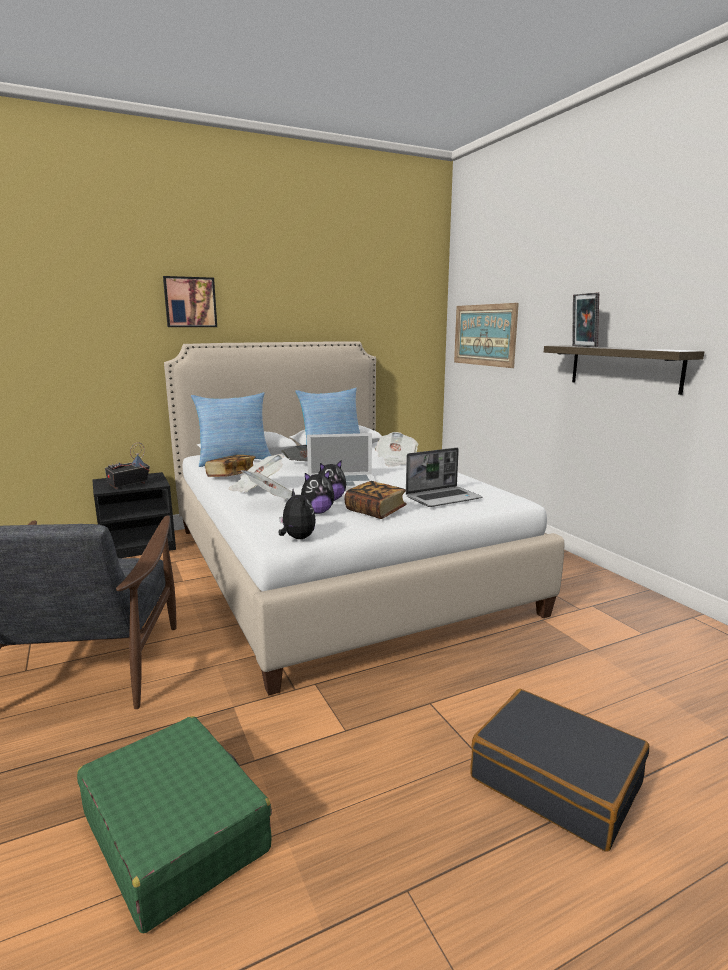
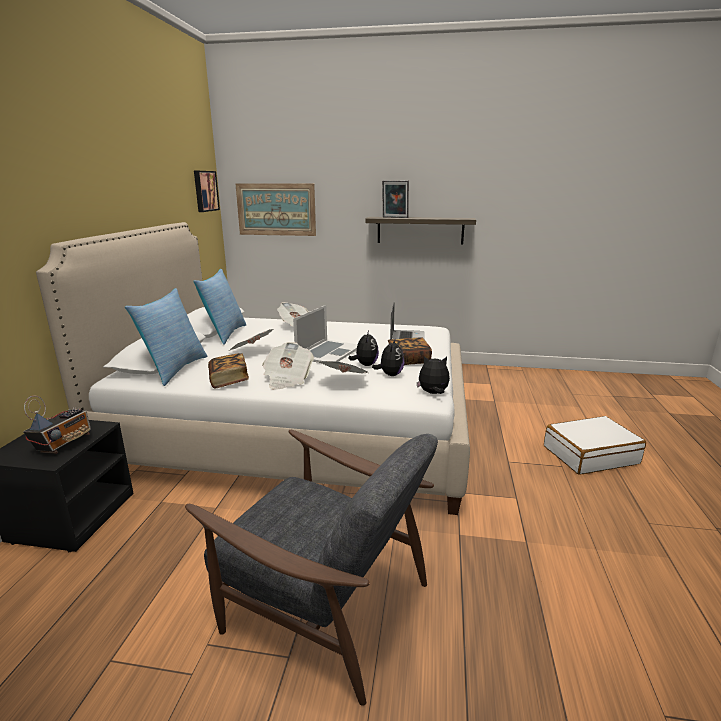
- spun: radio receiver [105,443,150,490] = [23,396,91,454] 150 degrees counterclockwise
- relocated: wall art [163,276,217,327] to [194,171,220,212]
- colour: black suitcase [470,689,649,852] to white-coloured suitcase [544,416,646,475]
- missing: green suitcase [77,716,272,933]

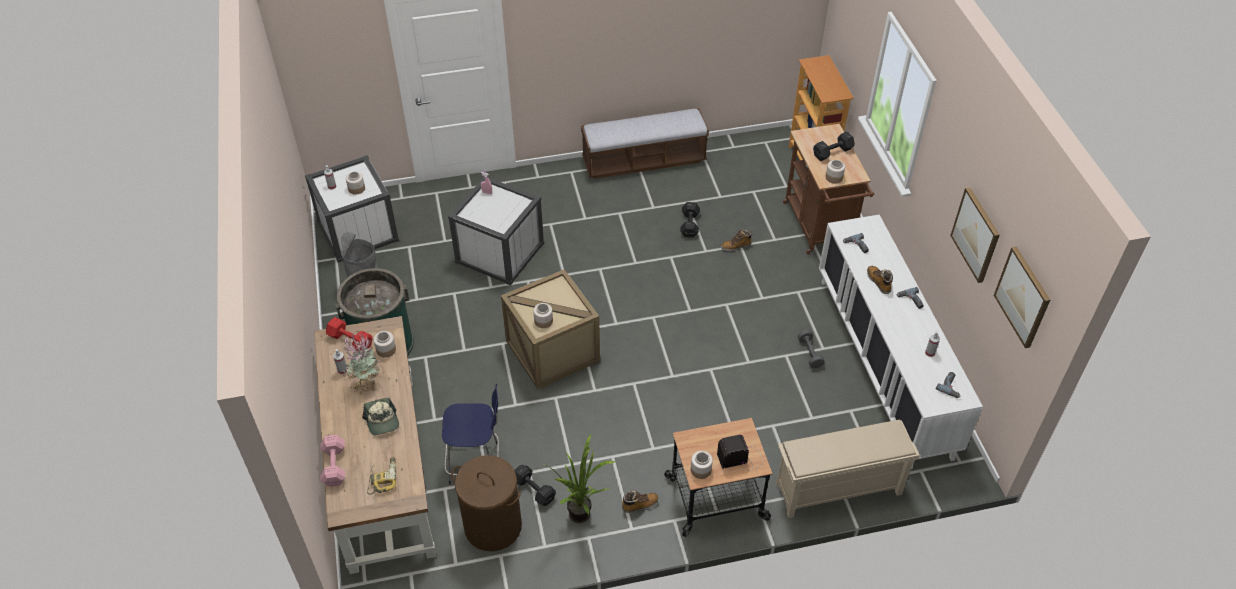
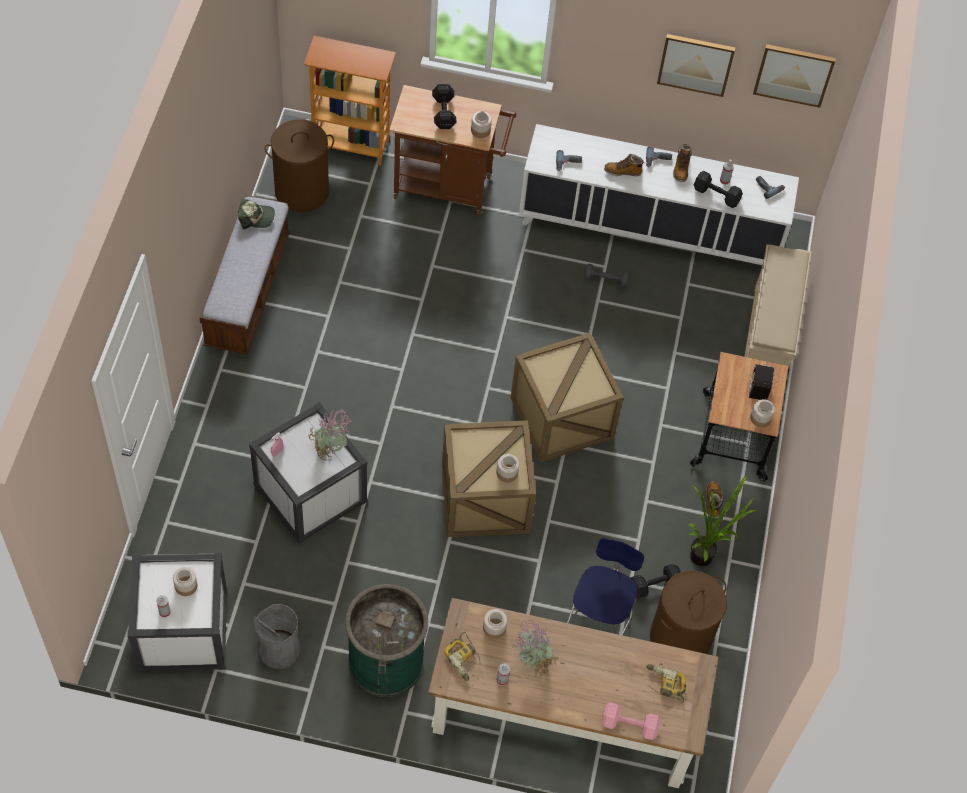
- relocated: baseball cap [362,398,399,435] to [238,199,275,229]
- appeared: brown-coloured laundry basket [265,119,334,212]
- appeared: potted plant [308,409,352,461]
- exchanged: red-coloured hand weight [326,317,372,350] to drill [444,632,481,681]
- appeared: shipping crate [511,332,624,462]
- relocated: boot [721,230,752,251] to [673,144,692,182]
- relocated: black hand weight [680,202,700,238] to [694,171,743,208]

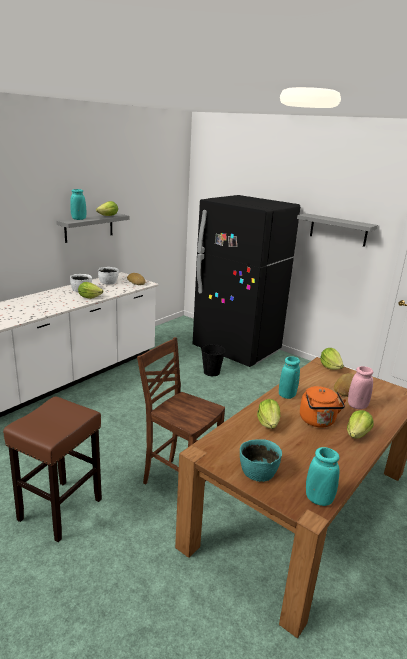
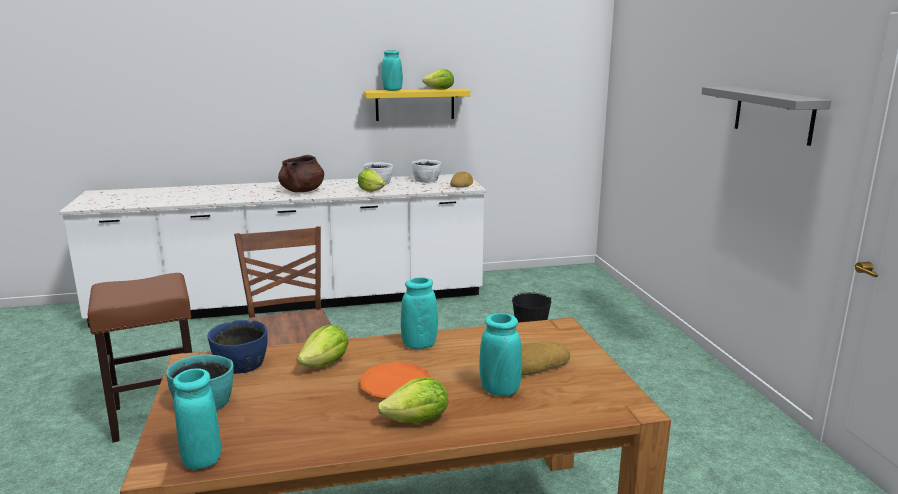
- appeared: blue deep dish [207,320,268,374]
- appeared: brown-coloured saucepot [278,155,324,192]
- exchanged: orangey kettle [300,386,346,428] to orangey dinner plate [359,362,430,399]
- colour: gray wall shelf [56,213,130,243] to yellow-coloured wall shelf [364,89,471,121]
- colour: pink vase [348,366,373,409] to blue-green vase [479,313,522,396]
- missing: black fridge [193,195,300,367]
- missing: lettuce [320,348,344,370]

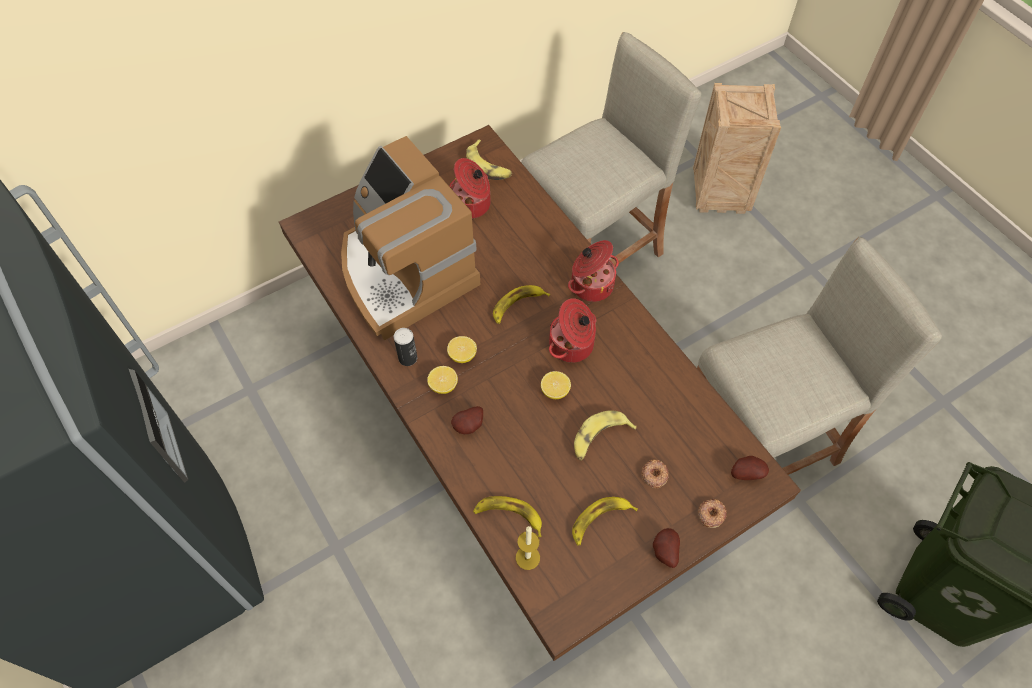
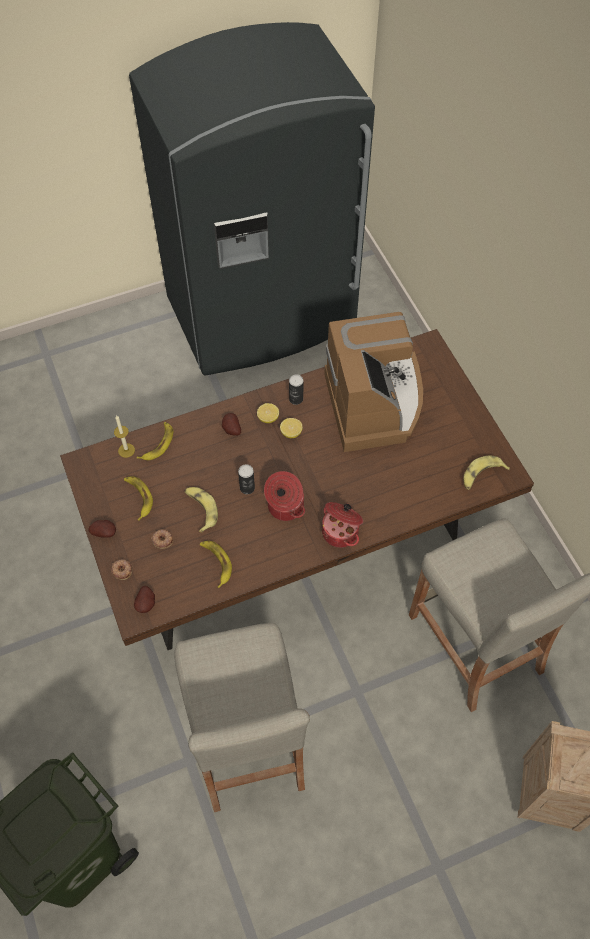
- relocated: whole banana [493,285,550,324] to [200,541,232,588]
- exchanged: whole lemon [541,371,571,399] to sealed can [238,464,255,494]
- spun: coffee brewer [341,136,481,341] = [324,312,423,452] 105 degrees clockwise
- missing: saucepot [449,158,491,219]

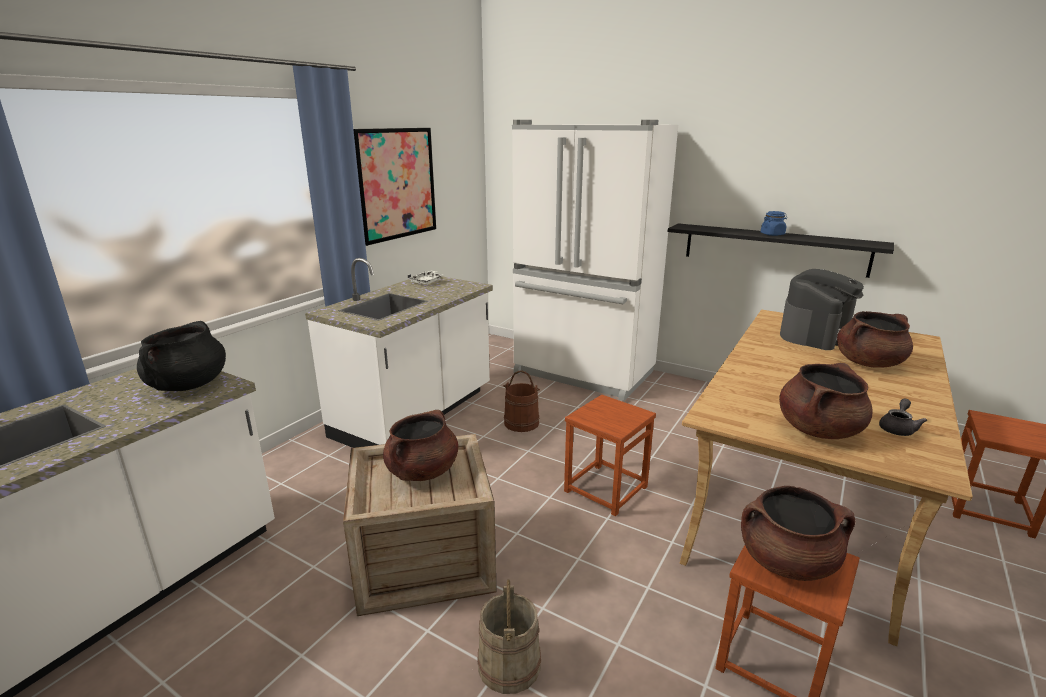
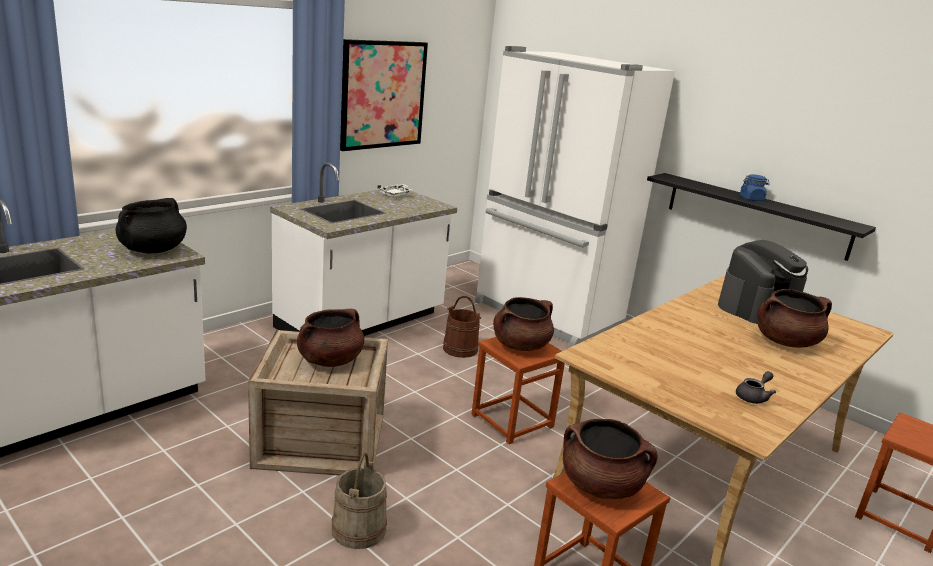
- relocated: brown-coloured saucepot [779,363,873,439] to [493,297,554,351]

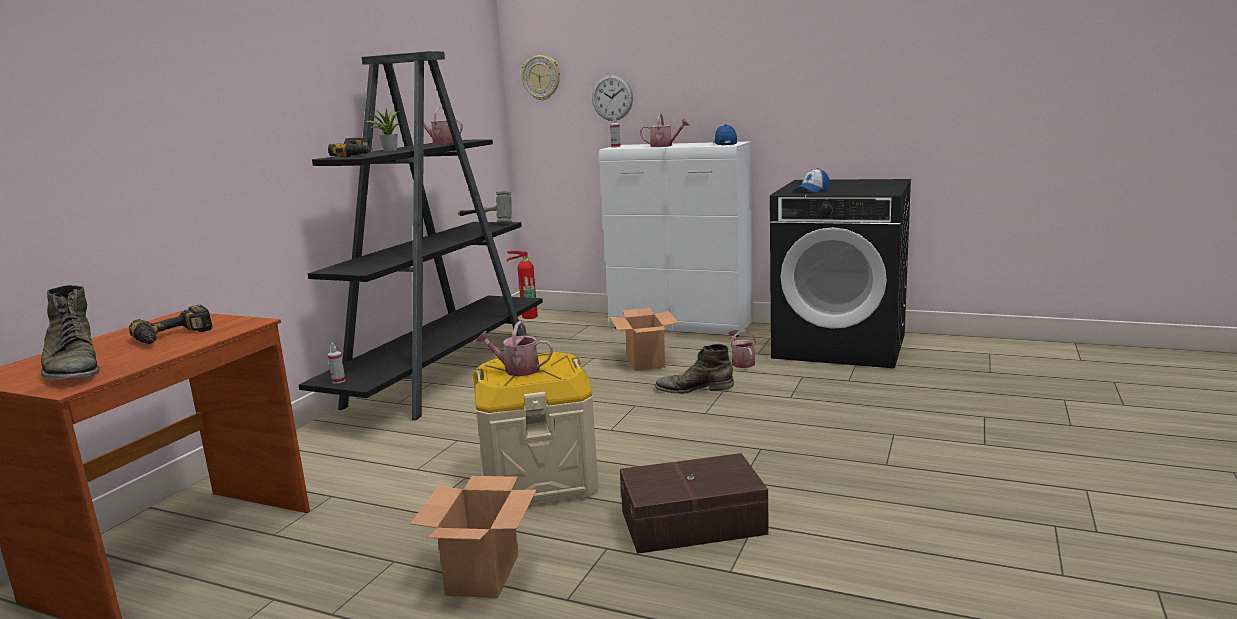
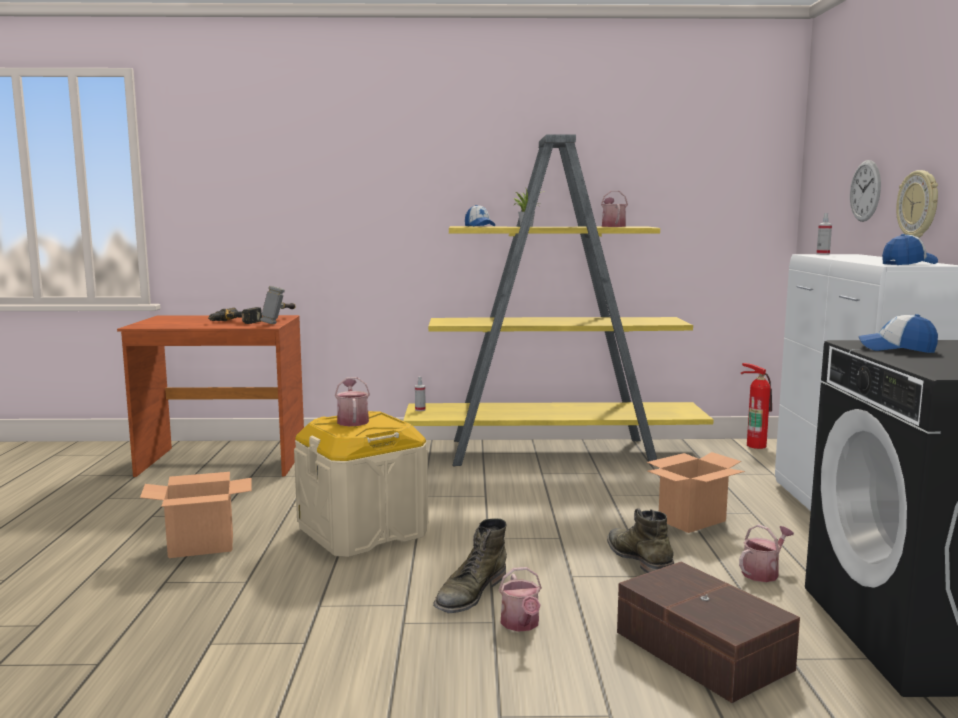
- relocated: hand hammer [458,191,512,224] to [260,286,296,324]
- colour: black shelving unit [298,51,543,420] to yellow-coloured shelving unit [403,134,714,467]
- relocated: green boot [41,285,99,380] to [433,518,507,613]
- exchanged: drill [328,138,373,157] to baseball cap [465,205,495,227]
- relocated: sprinkling can [640,114,690,147] to [499,567,542,632]
- relocated: brown-coloured storage box [620,453,769,554] to [617,562,800,703]
- relocated: clock on the wall [521,55,560,101] to [896,170,938,238]

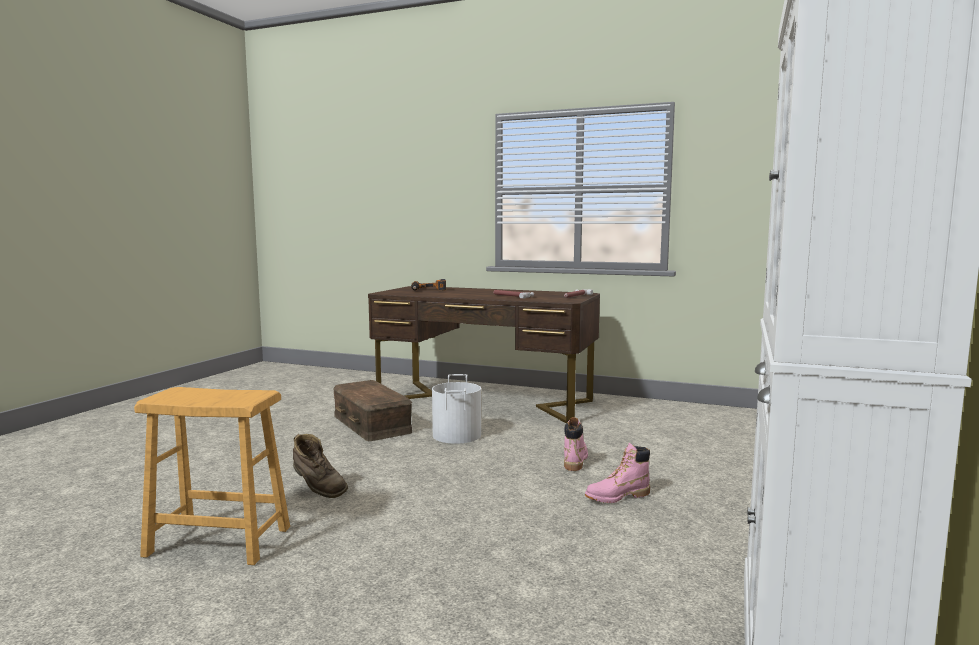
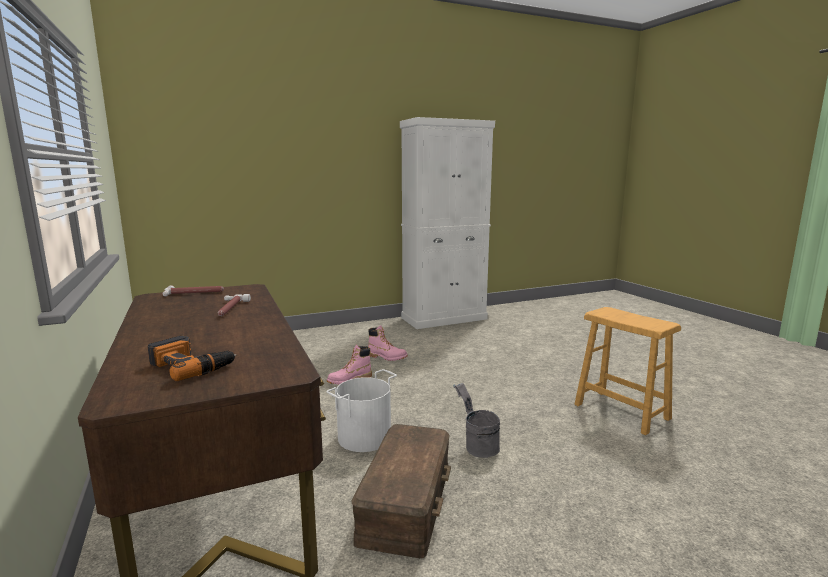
- appeared: gray bucket [453,383,500,458]
- missing: brown-coloured boot [293,434,348,498]

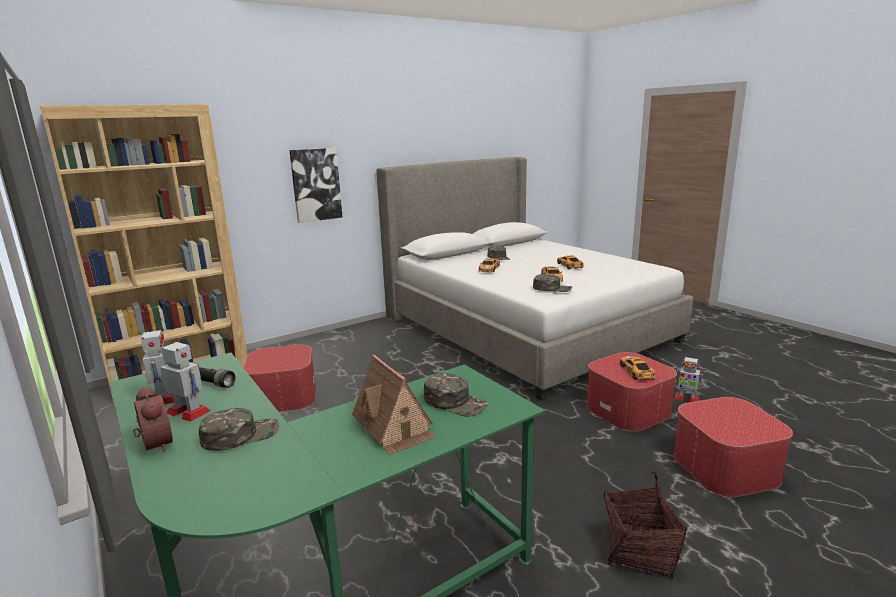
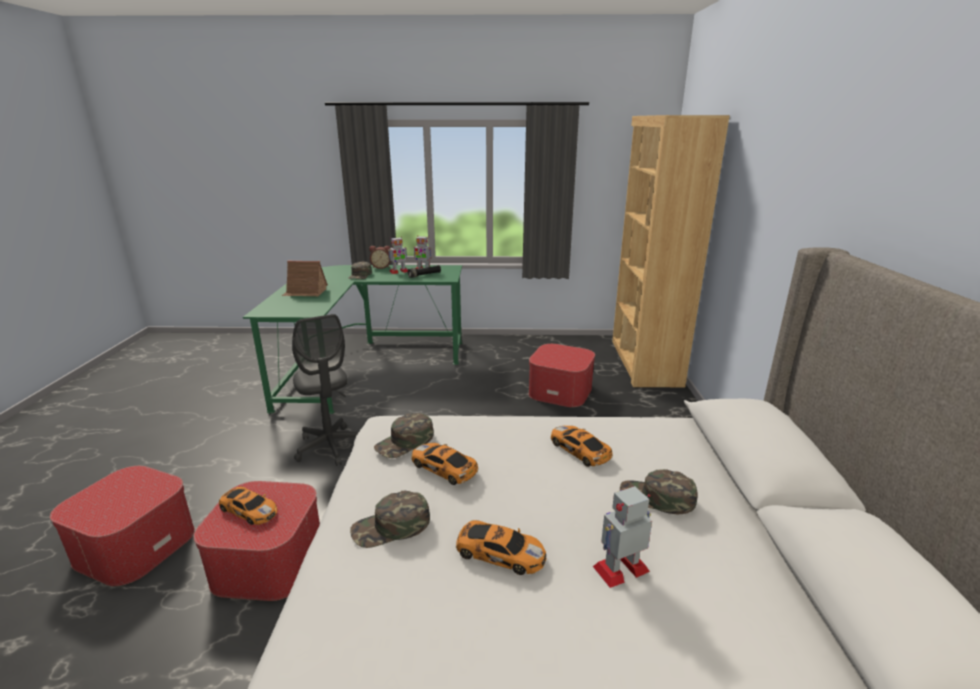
- appeared: gray desk chair [292,314,359,466]
- relocated: green baseball cap [424,373,488,417] to [350,490,430,548]
- relocated: robot figure [674,356,703,402] to [593,486,652,588]
- missing: wall art [289,148,342,223]
- missing: basket [604,472,687,580]

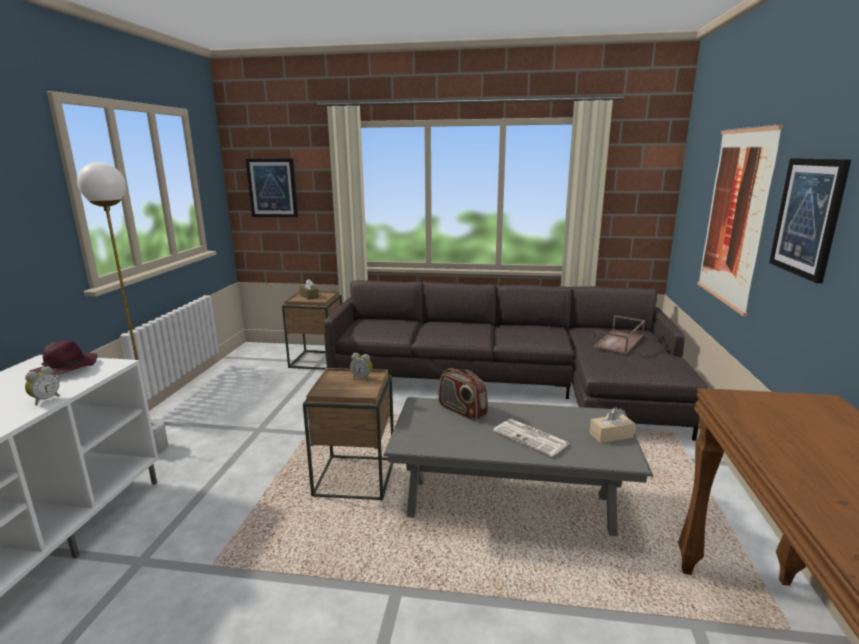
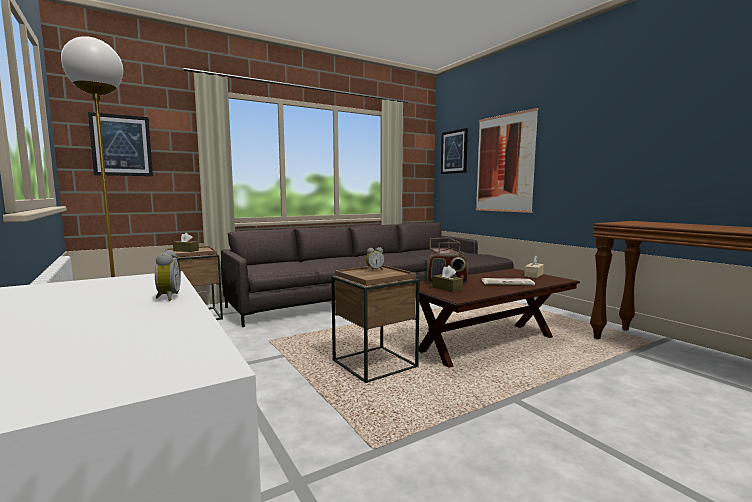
- colour: gray coffee table [383,397,653,536] to brown-coloured coffee table [419,268,580,368]
- appeared: brown-coloured tissue holder [432,265,463,293]
- relocated: wall art [769,158,851,283] to [441,128,468,174]
- missing: purple hat [29,340,98,376]

